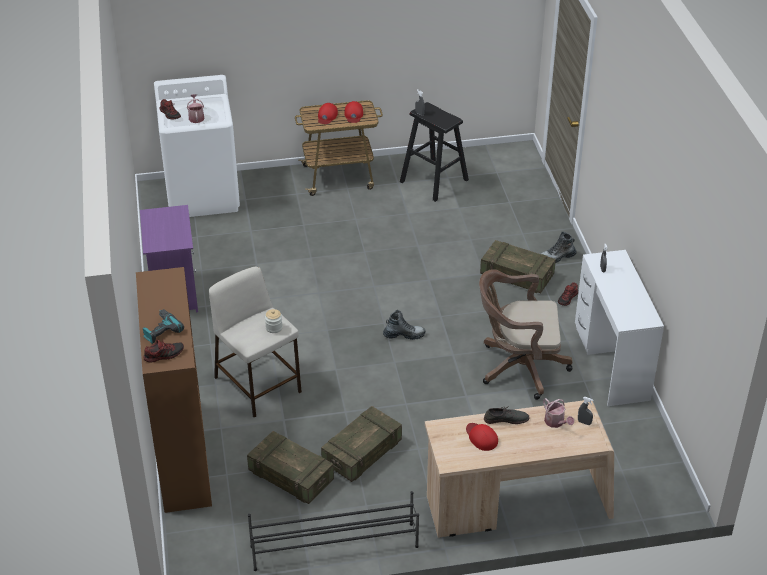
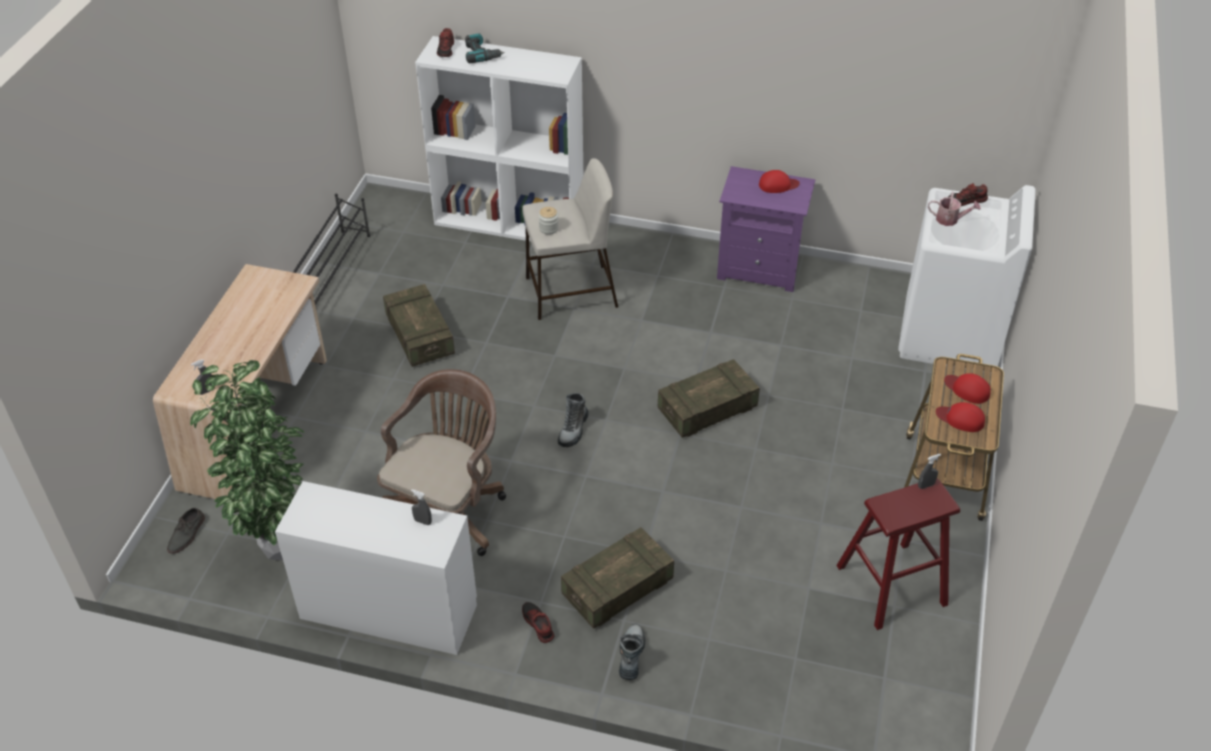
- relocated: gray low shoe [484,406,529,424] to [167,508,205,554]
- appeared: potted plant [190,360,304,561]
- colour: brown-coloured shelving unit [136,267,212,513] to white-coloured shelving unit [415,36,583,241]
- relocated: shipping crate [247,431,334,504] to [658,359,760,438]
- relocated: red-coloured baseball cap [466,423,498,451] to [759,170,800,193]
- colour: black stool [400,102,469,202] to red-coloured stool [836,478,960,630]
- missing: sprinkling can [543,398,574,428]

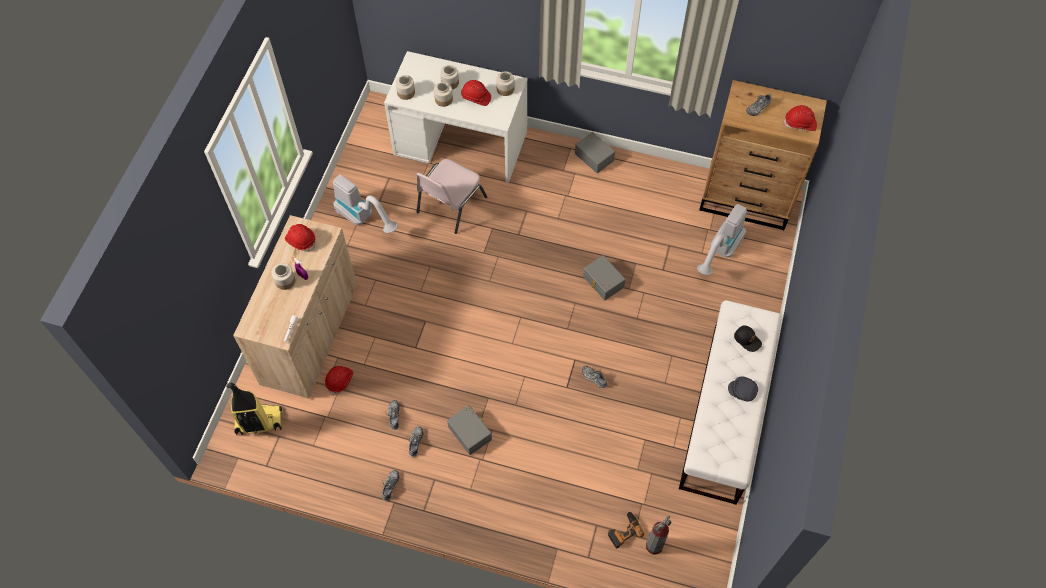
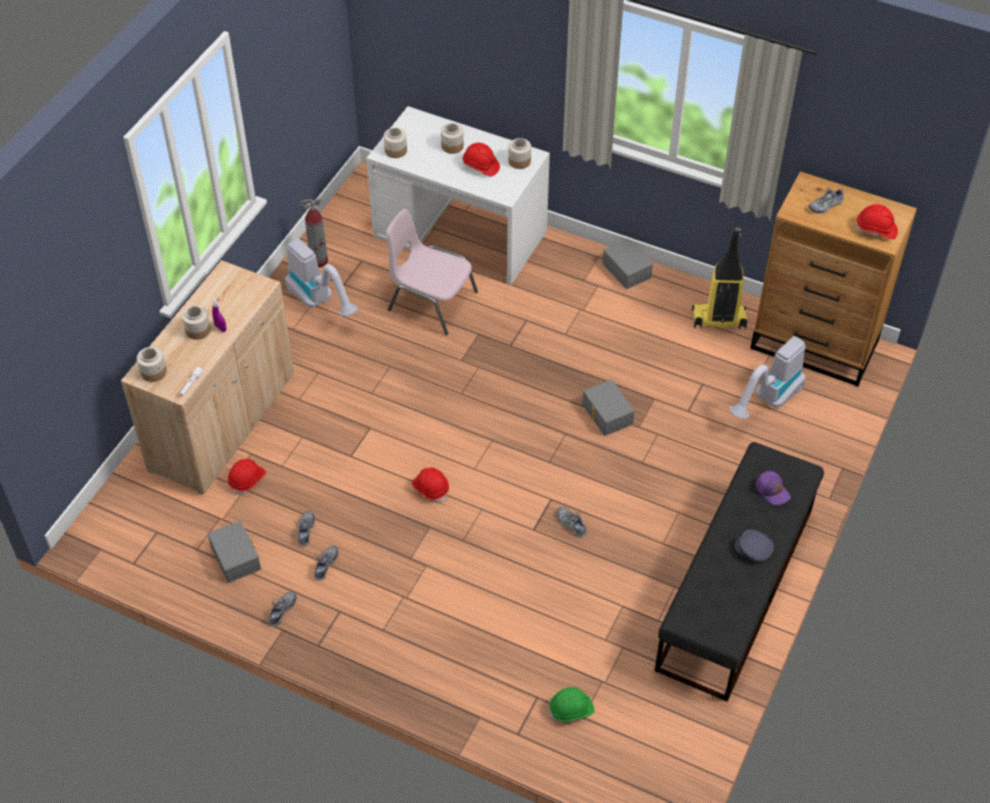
- relocated: preserve jar [434,82,453,107] to [137,347,167,382]
- relocated: gray storage box [447,405,492,455] to [208,521,261,583]
- relocated: extinguisher [646,516,671,554] to [300,198,328,268]
- spun: pink plain chair [417,159,487,234] = [386,209,478,335] 75 degrees clockwise
- relocated: red-coloured safety helmet [285,224,315,252] to [412,468,449,503]
- exchanged: drill [608,512,645,548] to green safety helmet [549,687,594,722]
- colour: white-coloured indoor bench [679,300,781,505] to black indoor bench [655,442,824,702]
- relocated: hoover [226,383,282,435] to [692,227,747,330]
- colour: black baseball cap [734,325,762,352] to purple baseball cap [756,471,791,506]

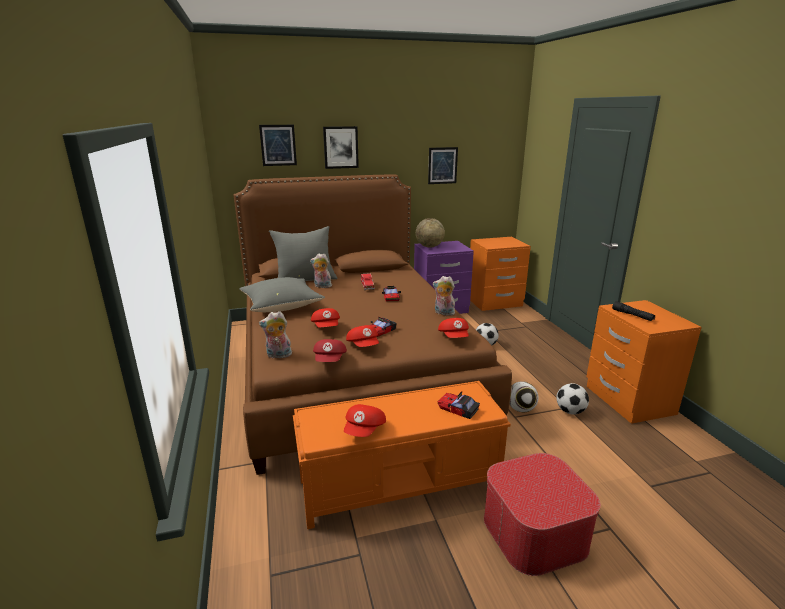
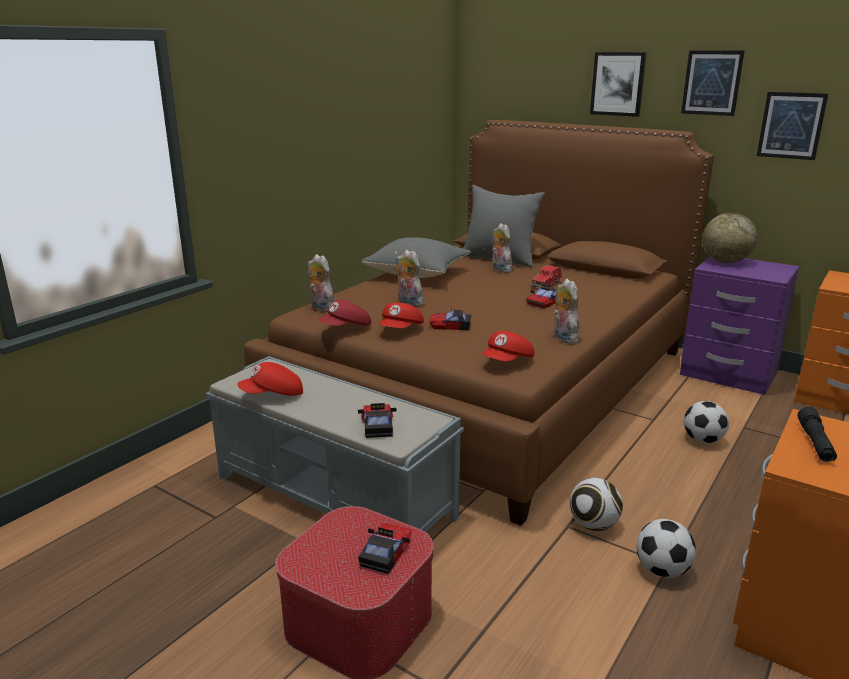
- colour: orangey indoor bench [293,381,511,529] to gray indoor bench [206,356,464,532]
- appeared: toy car [358,523,412,574]
- exchanged: red-coloured baseball cap [311,308,340,327] to plush toy [396,250,423,307]
- relocated: wall art [259,125,297,166] to [681,51,744,116]

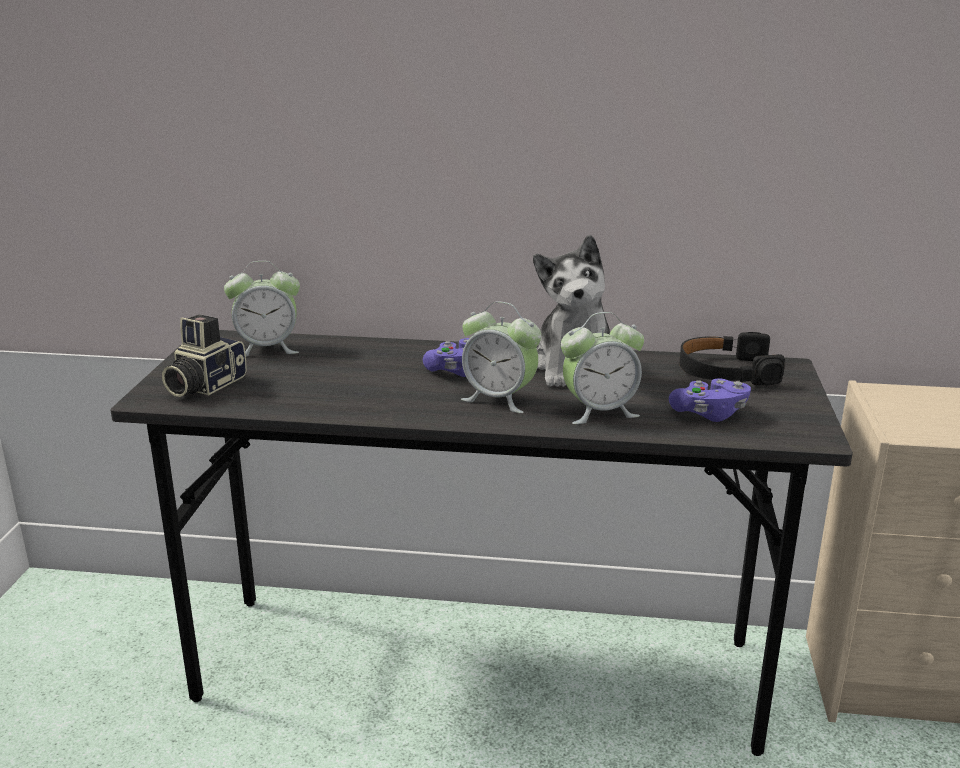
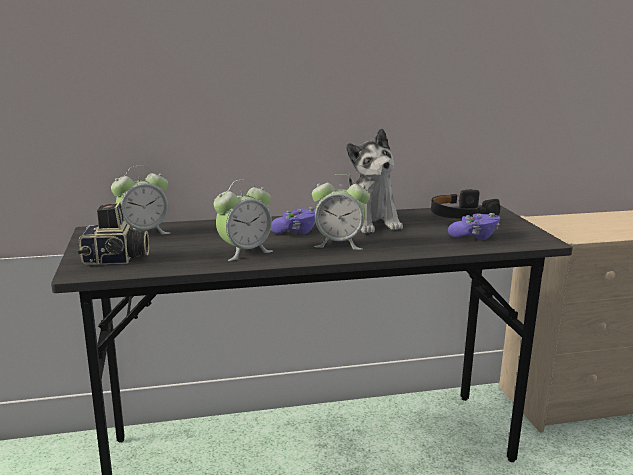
- spun: still camera [162,314,247,397] = [78,202,149,265] 105 degrees counterclockwise
- relocated: table clock [561,312,644,424] to [214,179,273,261]

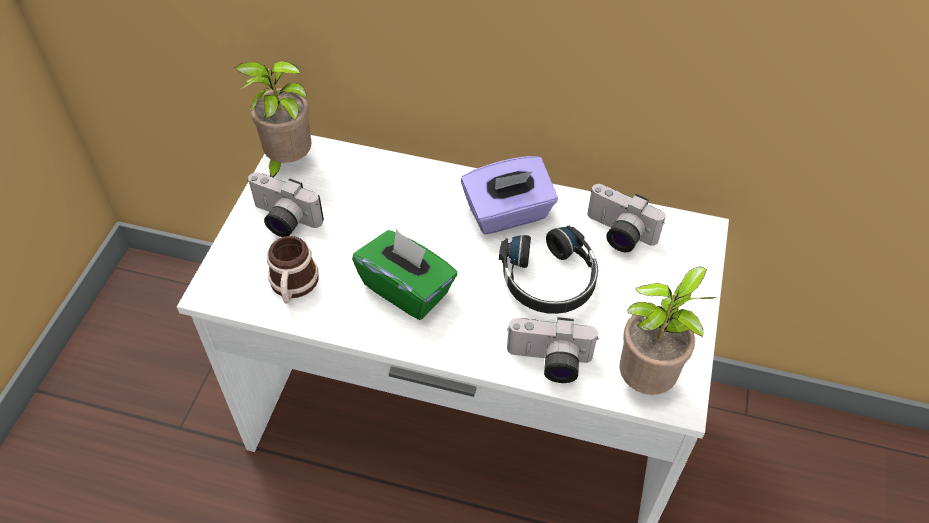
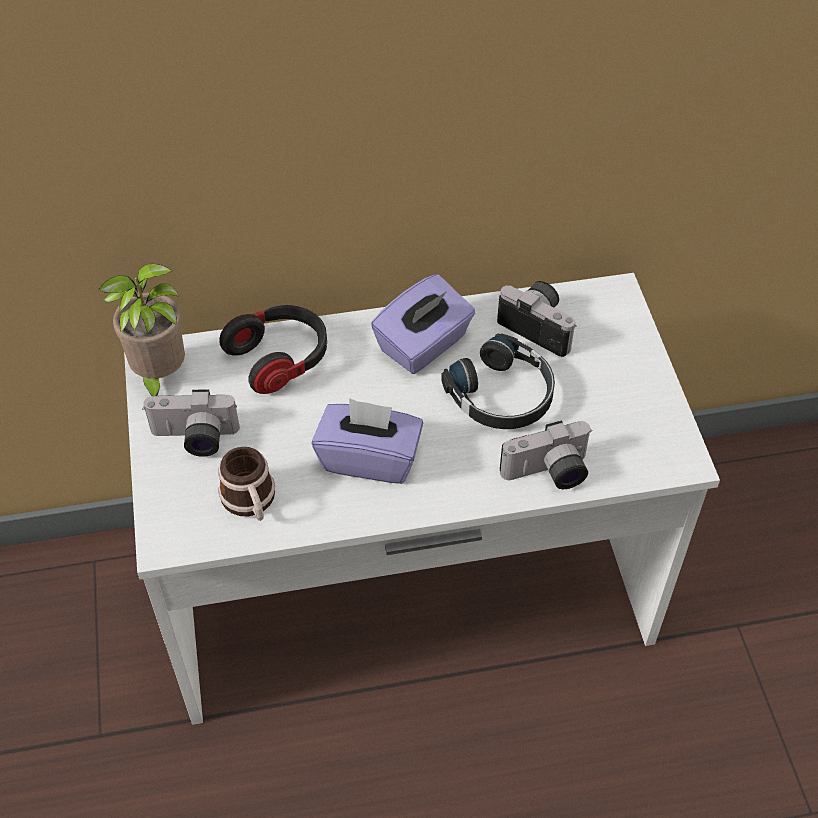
- appeared: headset [219,305,327,394]
- colour: green tissue holder [352,229,457,320] to purple tissue holder [312,398,423,484]
- spun: still camera [587,184,666,252] = [497,281,577,357] 150 degrees counterclockwise
- missing: potted plant [619,266,717,395]

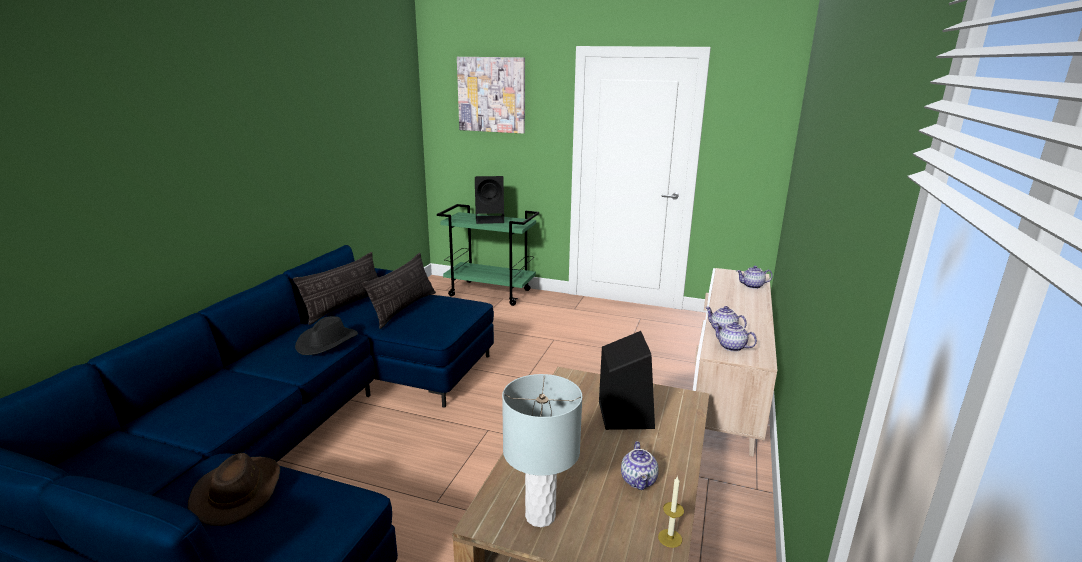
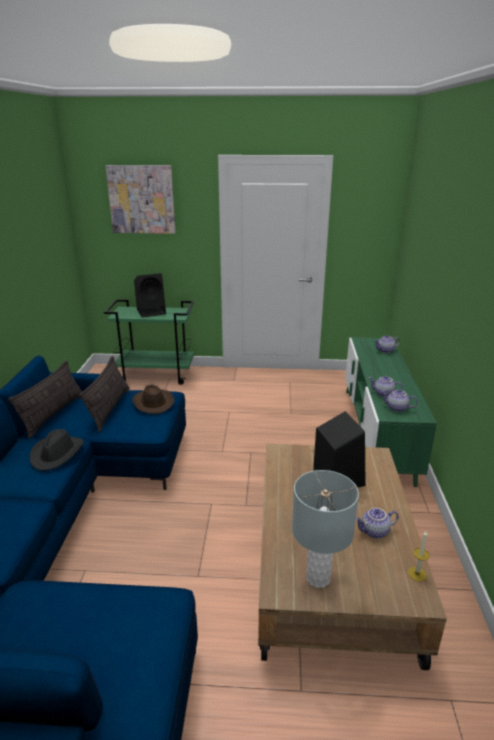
- relocated: brown-coloured hat [188,453,281,526] to [132,385,175,414]
- colour: sand-coloured tv stand [693,268,777,457] to green tv stand [345,337,437,487]
- spun: pot for tea [621,441,659,490] = [356,508,399,539] 90 degrees clockwise

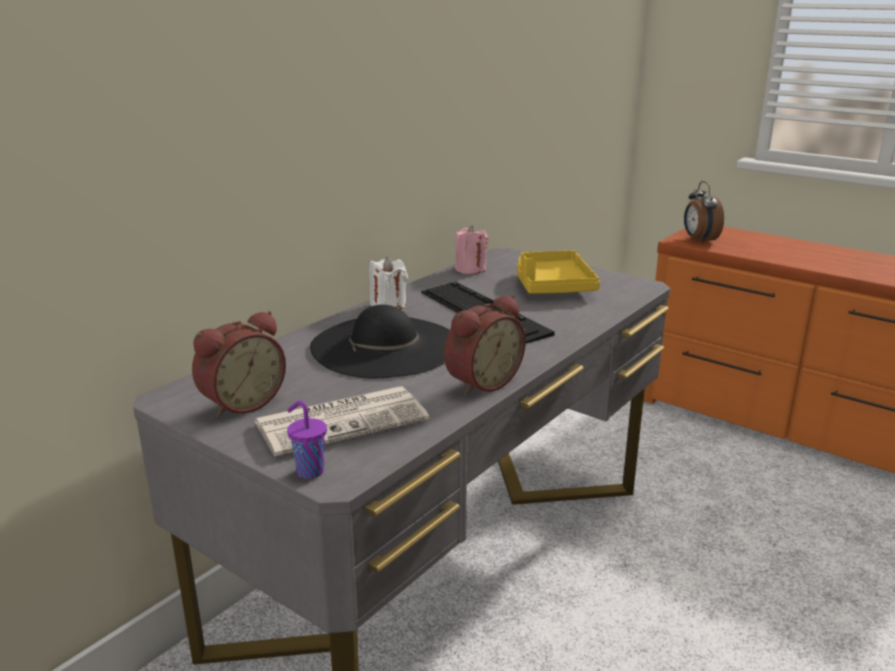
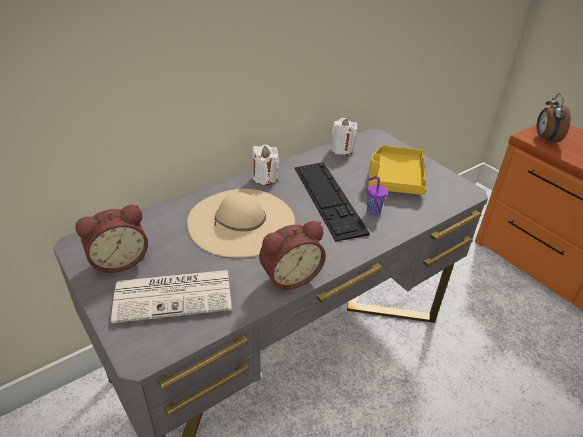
- colour: black hat [310,304,450,378] to sand-coloured hat [187,189,295,258]
- colour: pink wax candle [455,225,488,274] to white-coloured wax candle [331,118,357,155]
- relocated: purple drinking cup [287,401,327,479] to [367,176,388,216]

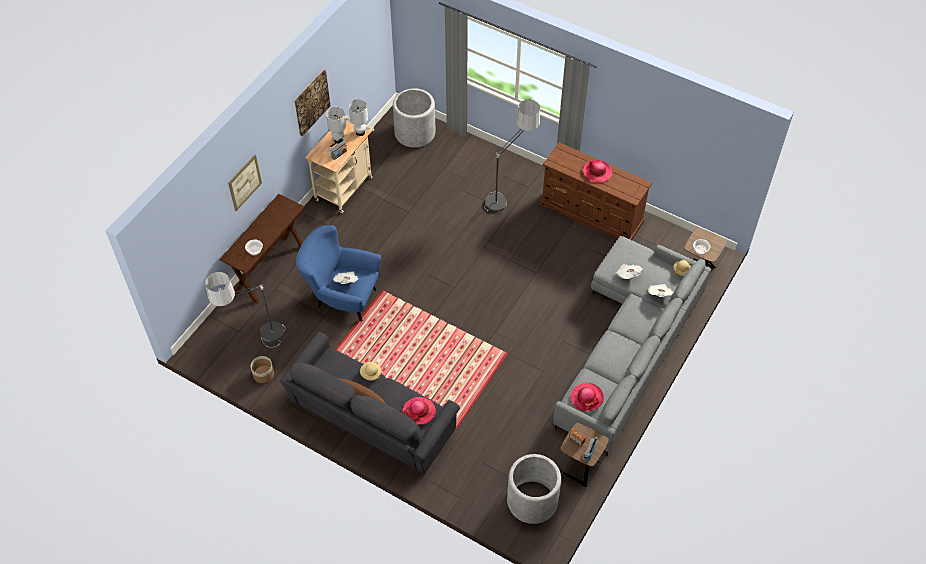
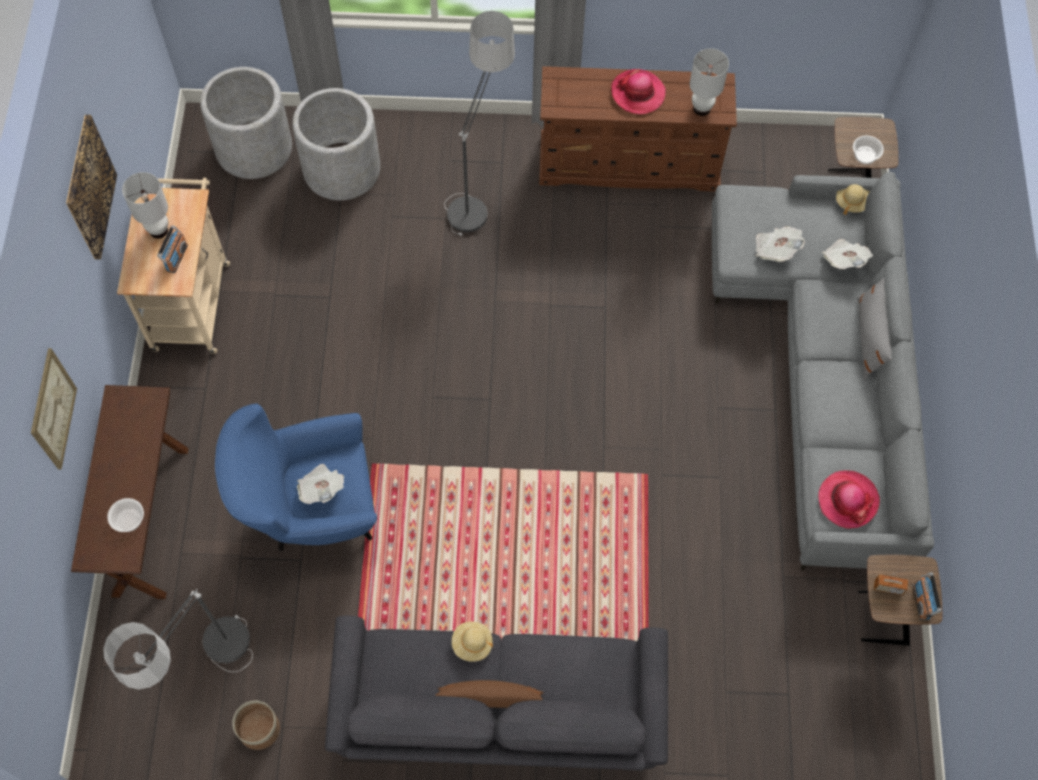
- relocated: gray planter [507,454,561,524] to [292,88,380,200]
- relocated: white-coloured table lamp [349,99,368,136] to [690,48,729,116]
- appeared: gray throw pillow [857,278,892,380]
- missing: hat [402,397,436,425]

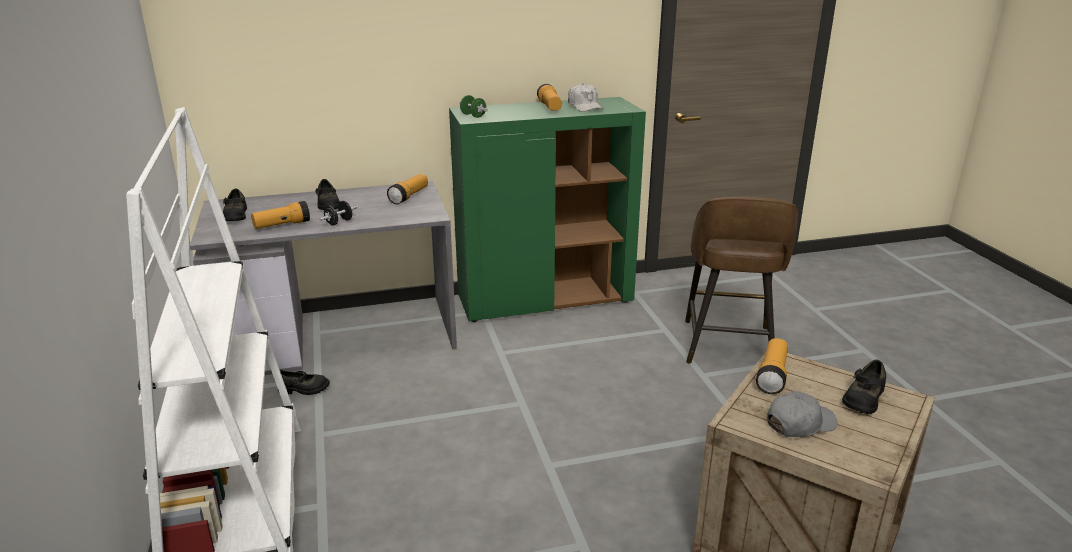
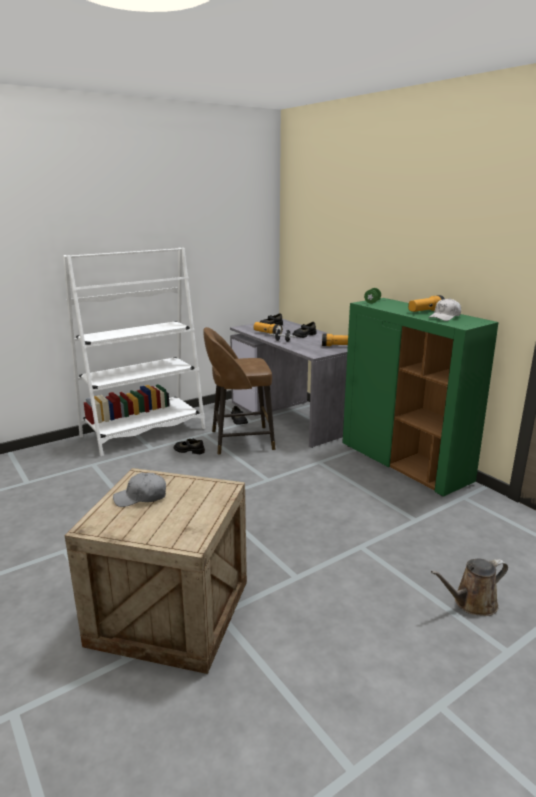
- spun: gray baseball cap [767,391,838,437] = [113,472,166,507] 120 degrees clockwise
- relocated: black low shoe [842,359,886,414] to [174,439,205,454]
- relocated: brown-coloured stool [685,197,798,364] to [204,327,275,455]
- appeared: brown-coloured sprinkling can [431,558,508,616]
- missing: torch [756,338,788,394]

